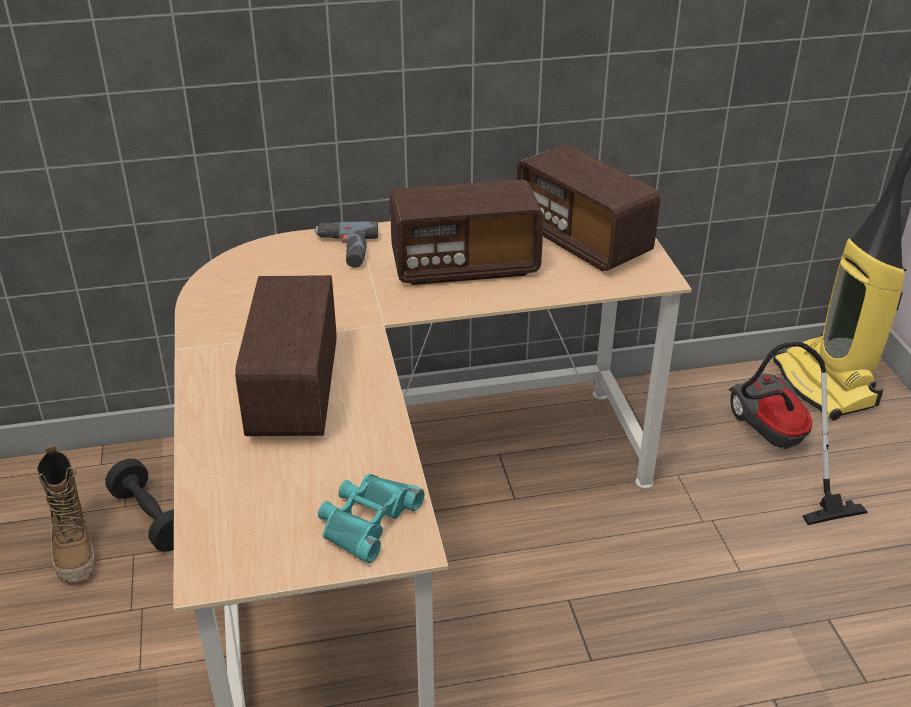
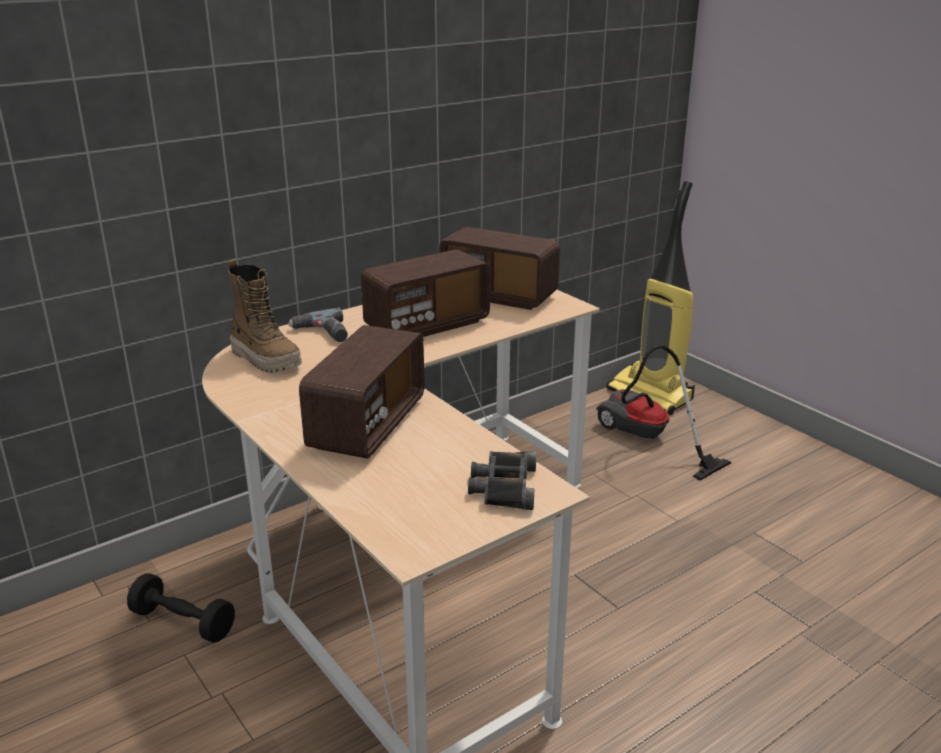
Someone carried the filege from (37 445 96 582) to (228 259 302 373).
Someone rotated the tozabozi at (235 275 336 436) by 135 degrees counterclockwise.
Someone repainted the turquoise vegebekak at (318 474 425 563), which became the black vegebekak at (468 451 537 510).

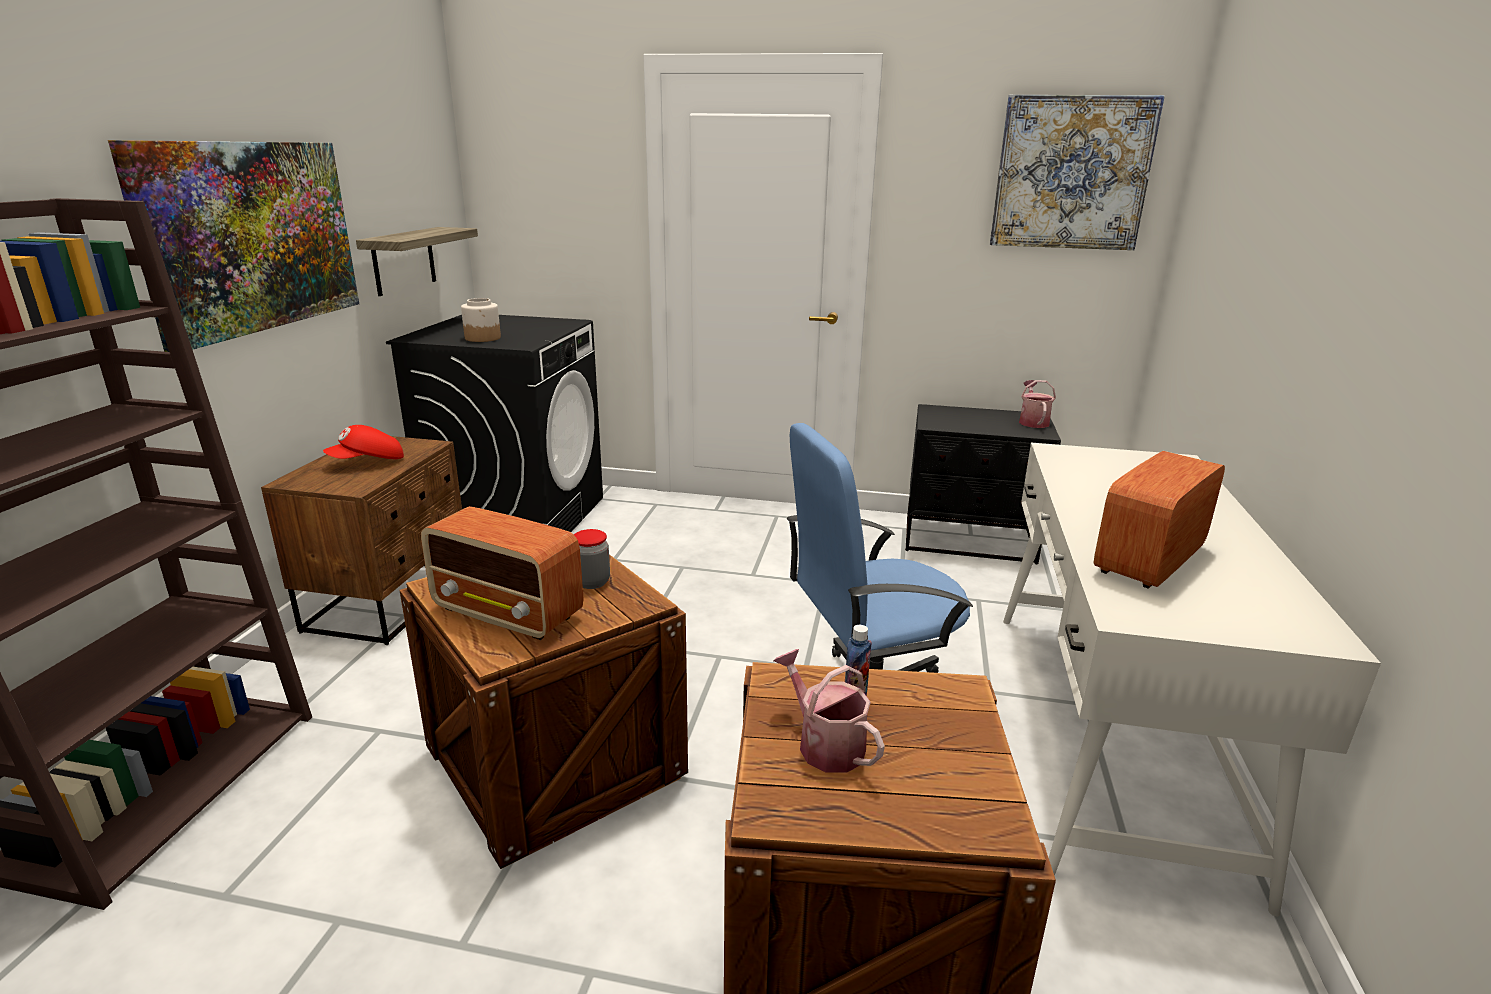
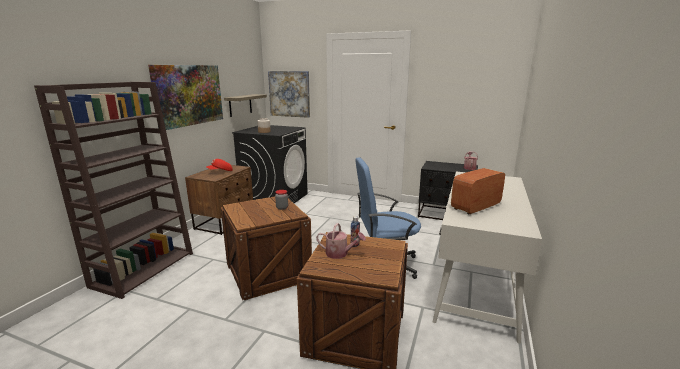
Someone carried the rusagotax from (990 94 1165 250) to (268 71 310 118).
Someone rotated the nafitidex at (774 649 885 773) by 135 degrees clockwise.
Someone took away the tozabozi at (421 506 583 640).

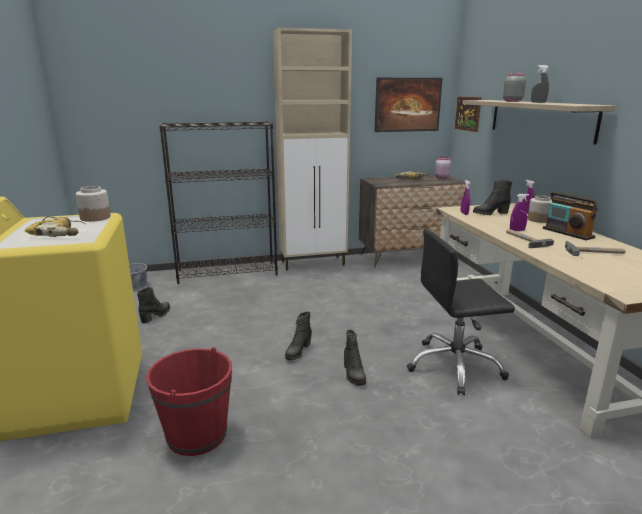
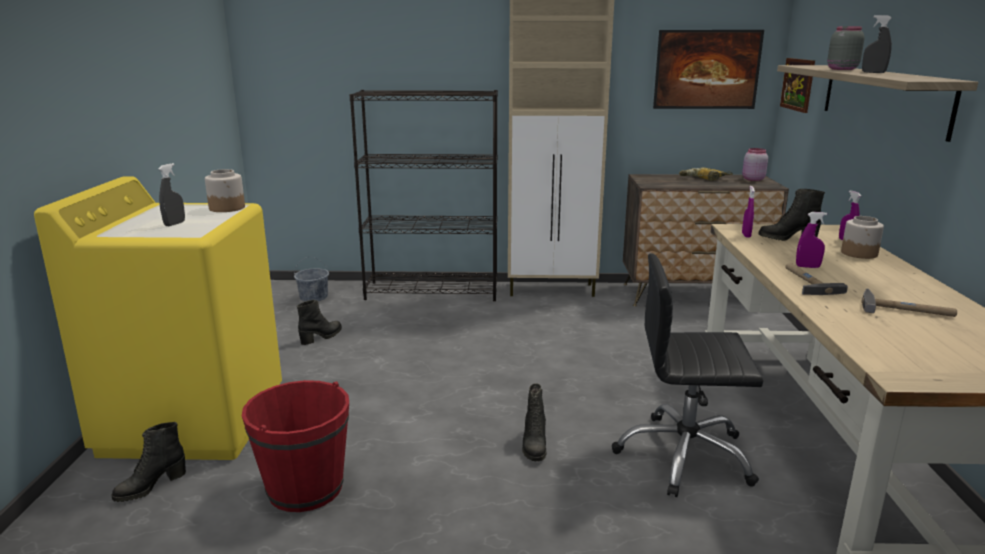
Someone carried the black filege from (285 312 312 360) to (111 422 186 502).
Someone swapped the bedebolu at (25 216 86 237) for the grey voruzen at (158 163 185 226).
Someone took away the tozabozi at (543 192 598 240).

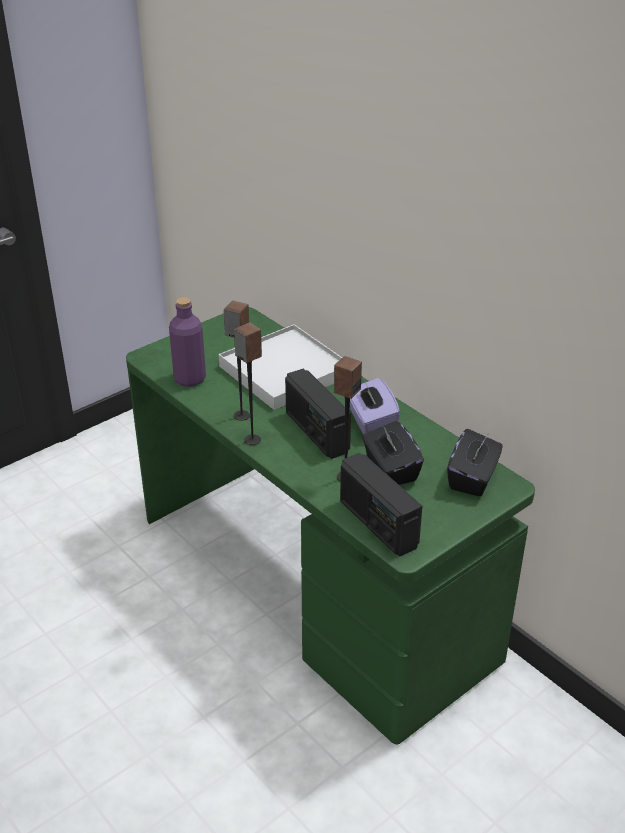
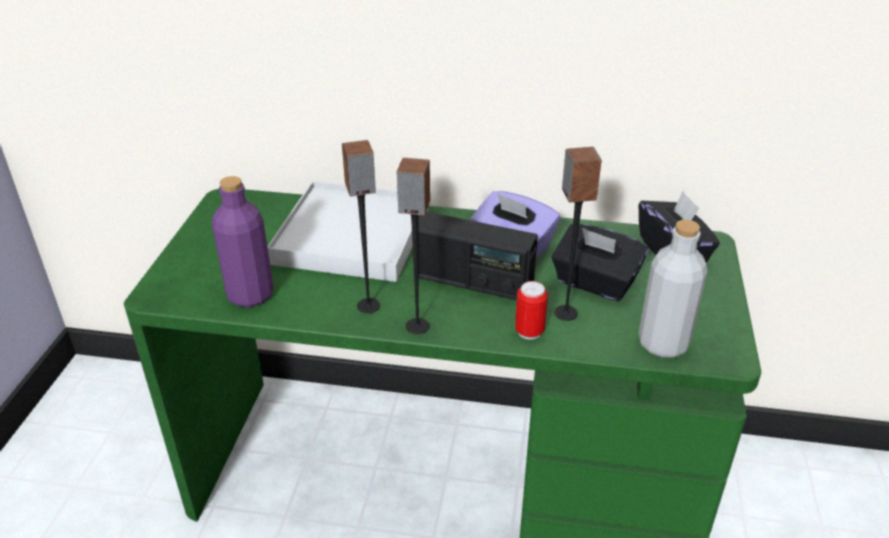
Someone put down the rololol at (515 281 548 340).
Someone swapped the tozabozi at (340 453 422 556) for the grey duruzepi at (638 220 708 358).

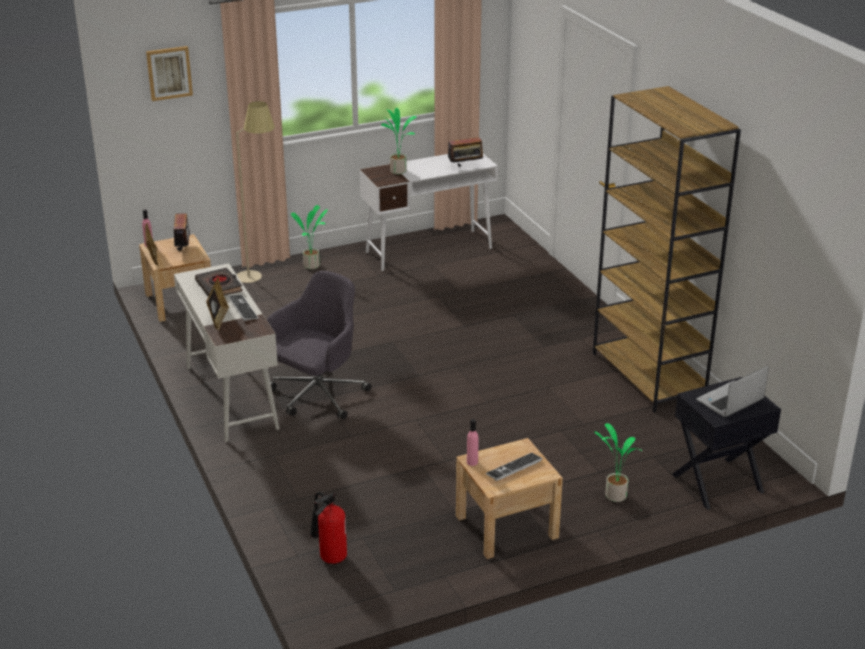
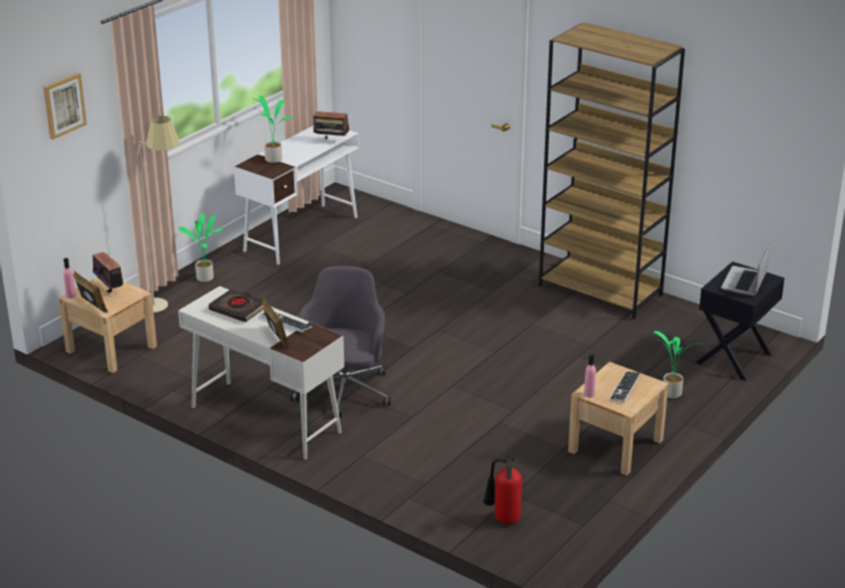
Someone rotated the tozabozi at (448 137 483 167) by 60 degrees clockwise.

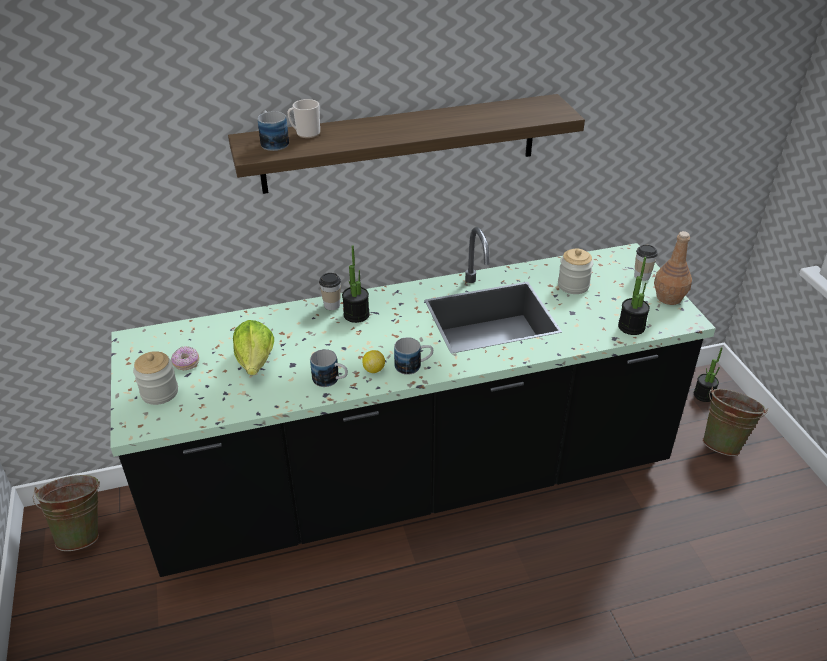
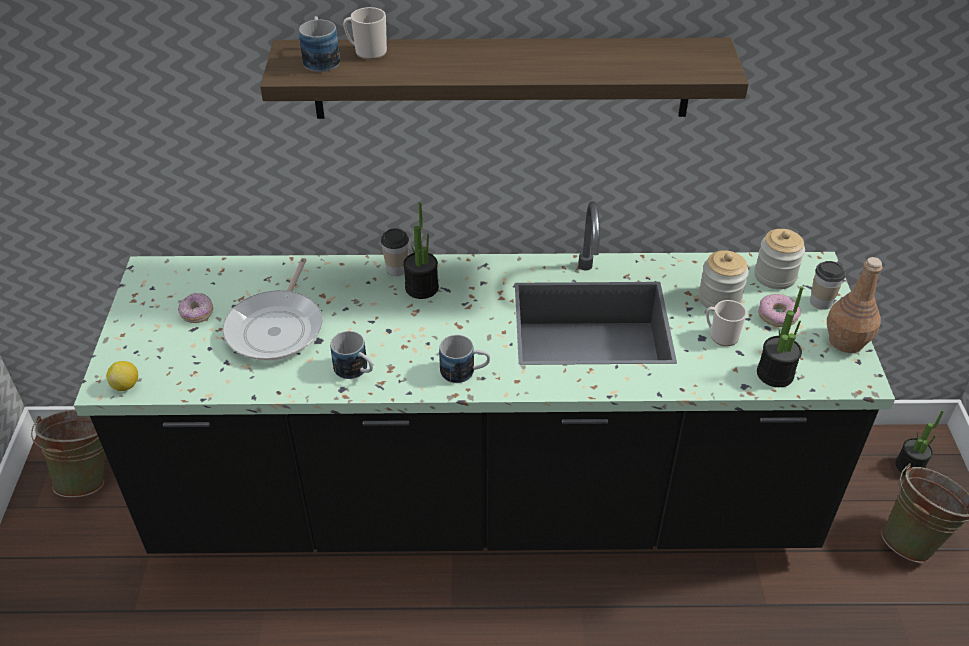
Someone carried the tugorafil from (362 350 385 373) to (106 361 138 391).
Someone swapped the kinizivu at (233 320 274 375) for the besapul at (222 258 323 361).
Someone put down the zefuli at (706 300 747 346).
Someone carried the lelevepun from (133 351 178 405) to (754 229 805 289).
Someone put down the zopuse at (758 294 801 327).

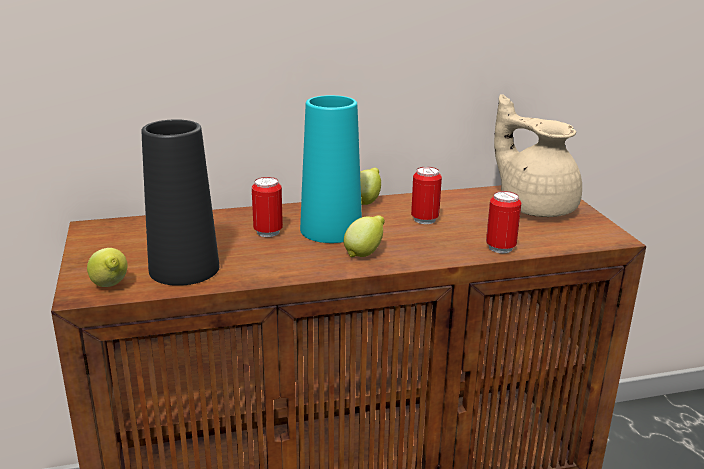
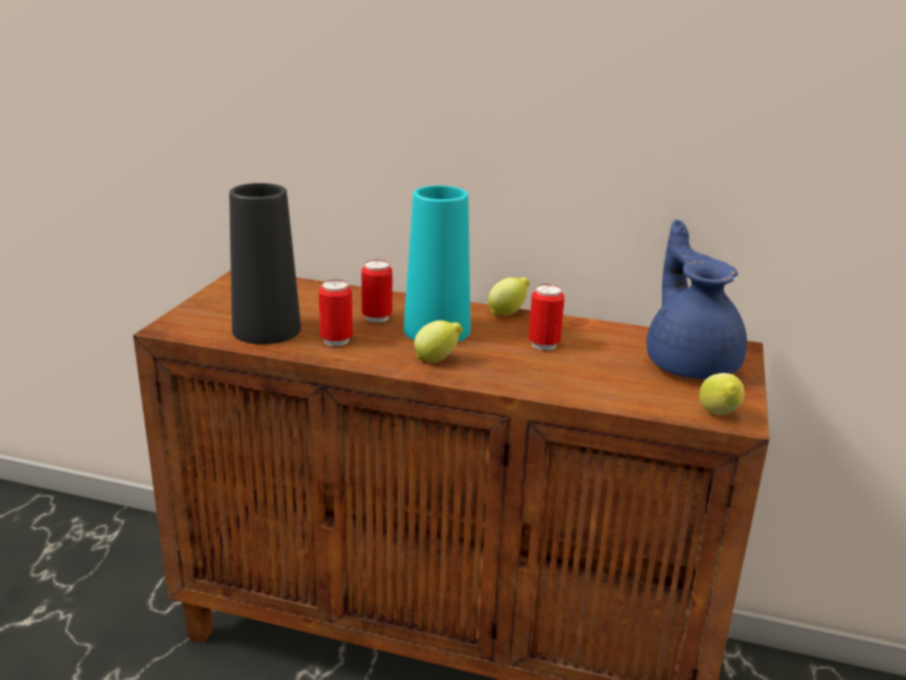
Someone carried the rololol from (486 191 521 253) to (319 279 353 346).
Someone repainted the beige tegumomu at (494 94 582 217), which became the blue tegumomu at (647 220 747 379).
Someone carried the tugorafil from (87 248 128 287) to (699 373 745 415).

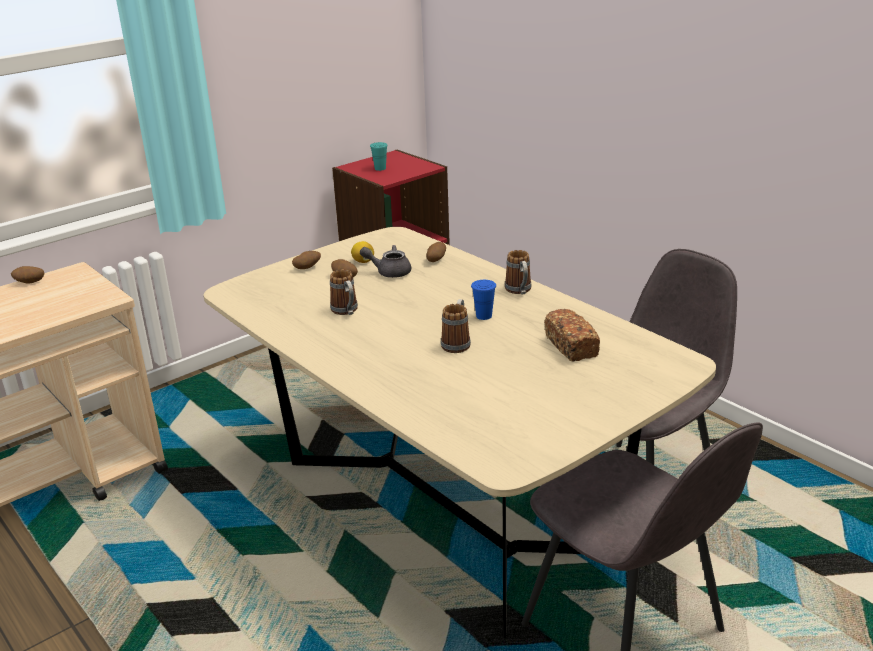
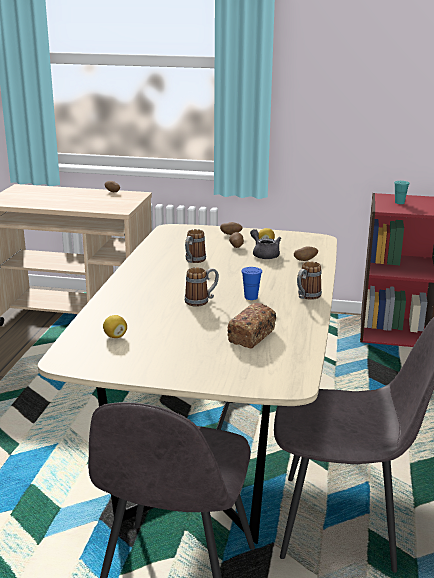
Someone put down the tugorafil at (103 315 127 338).

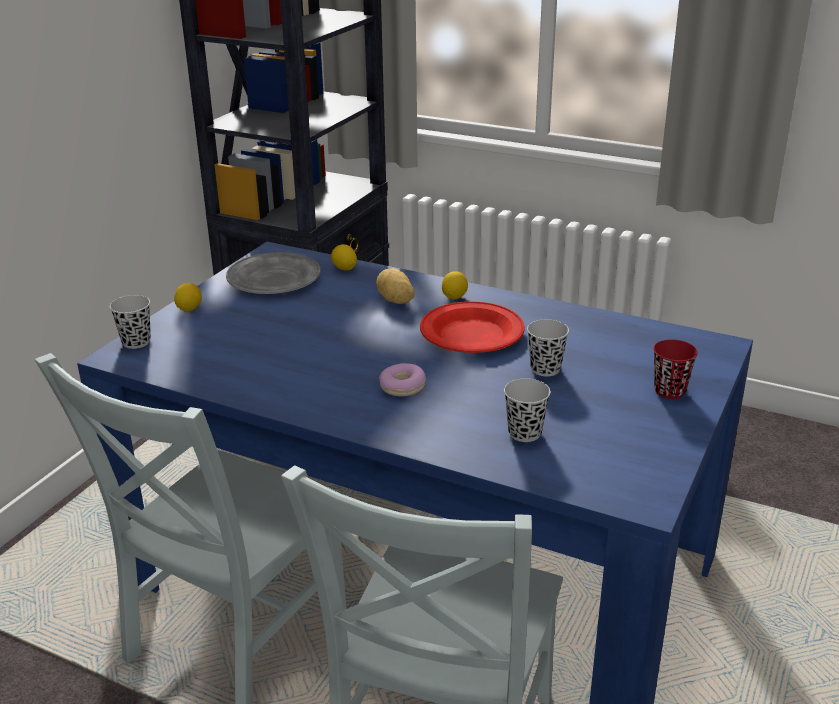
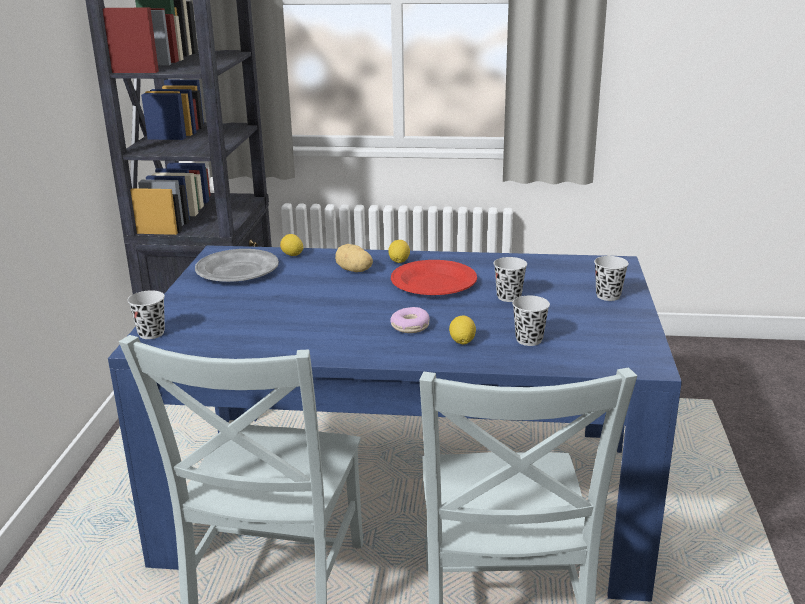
Someone carried the tugorafil from (174 283 202 312) to (449 316 476 344).
Someone repainted the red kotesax at (653 340 698 399), which became the black kotesax at (594 256 629 301).

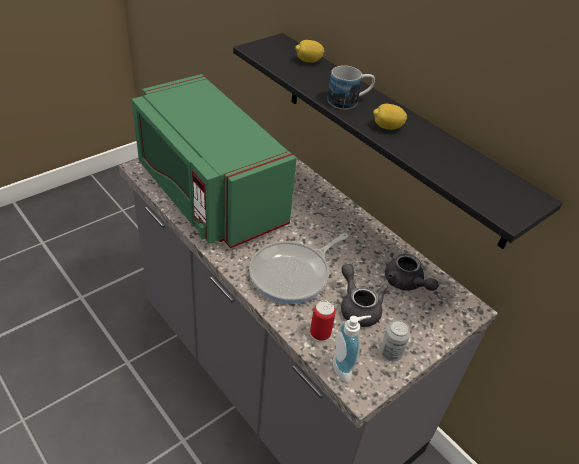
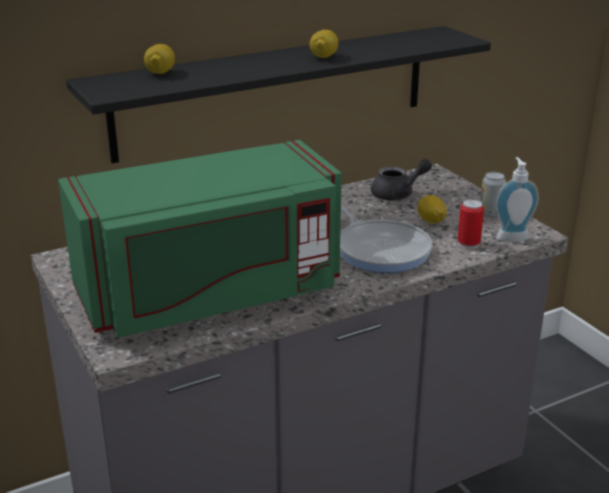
Someone swapped the grey tegumomu at (341 264 388 327) for the tugorafil at (418 195 447 224).
Someone took away the zefuli at (327 65 375 110).

